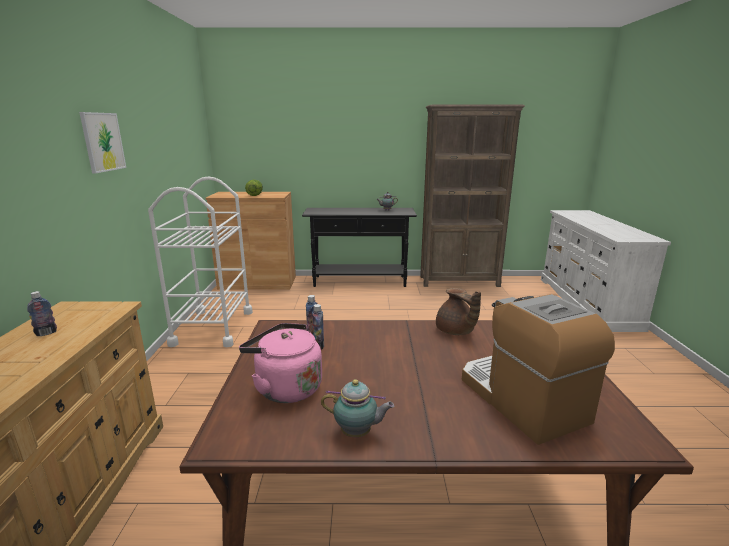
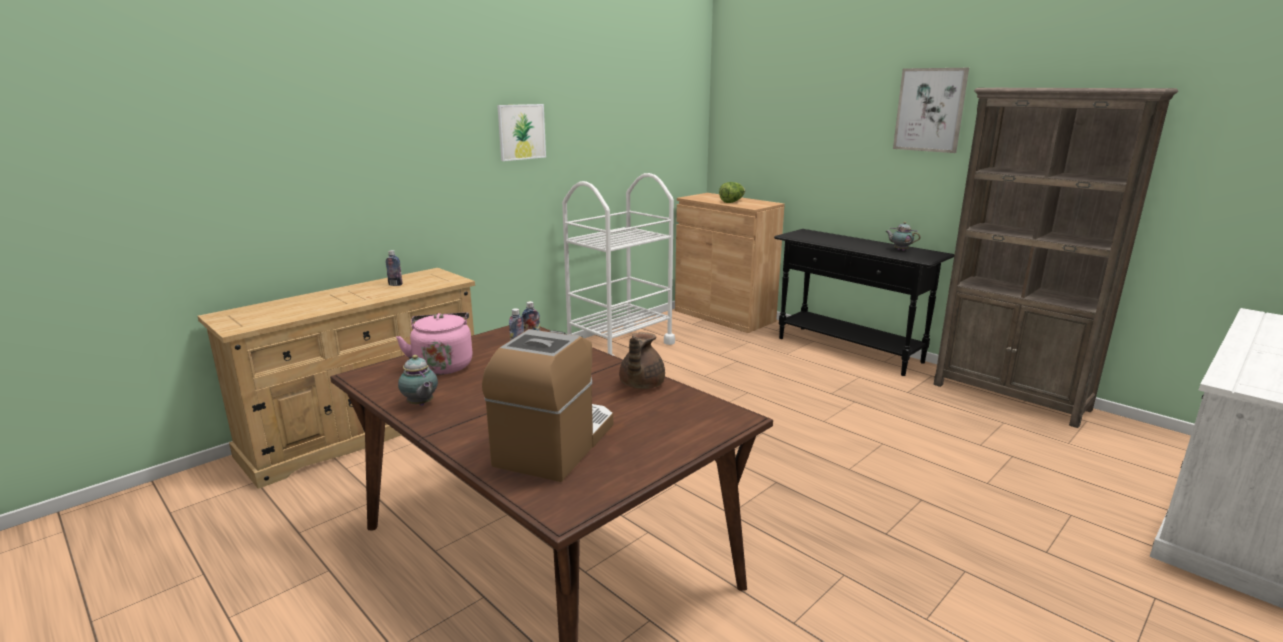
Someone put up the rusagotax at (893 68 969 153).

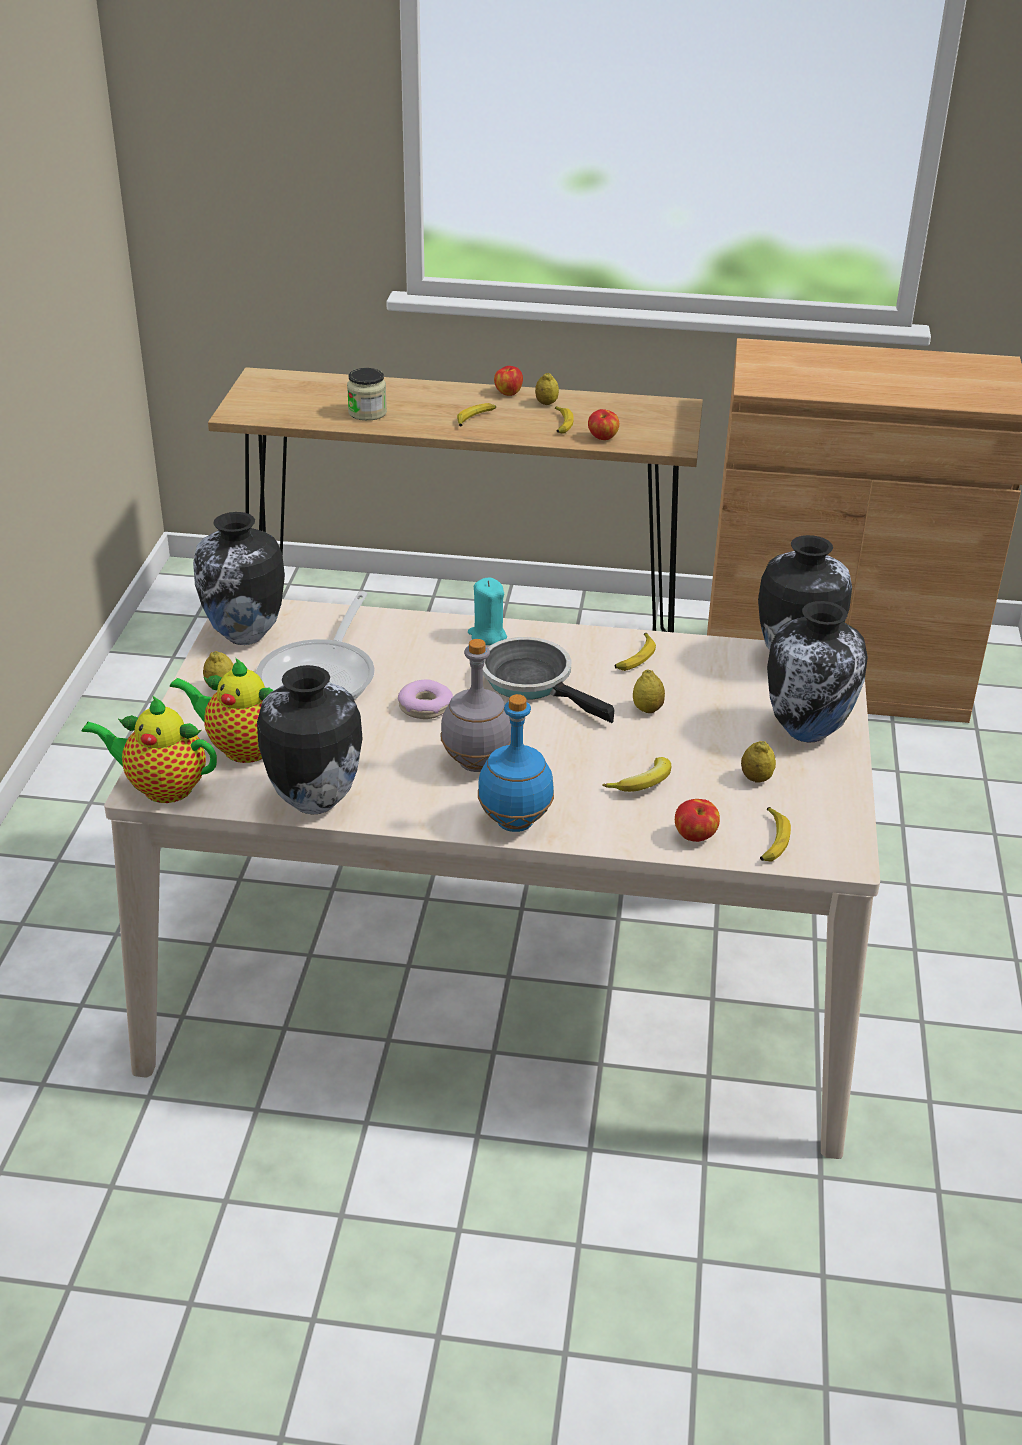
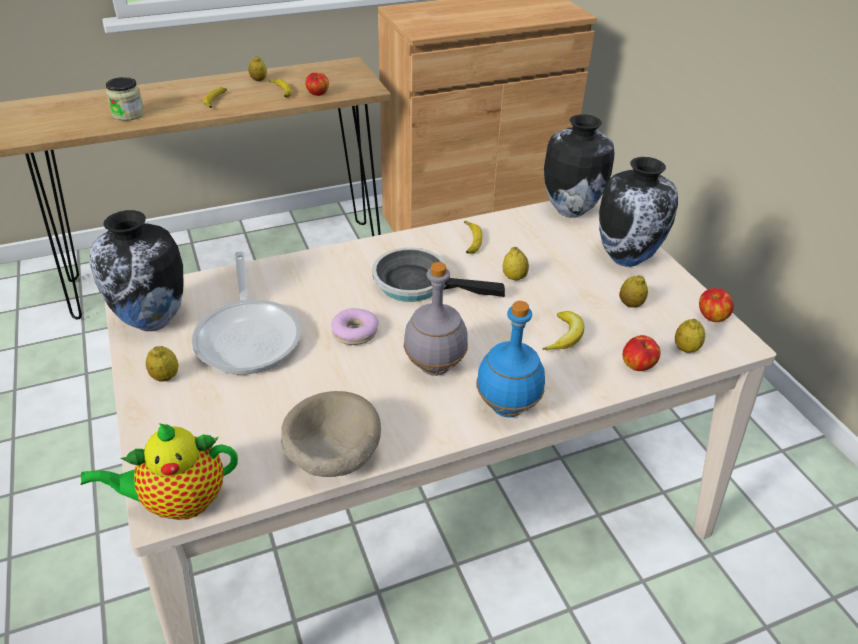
Someone swapped the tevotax at (257 665 363 815) for the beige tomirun at (281 391 381 477).
Someone swapped the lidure at (760 807 791 862) for the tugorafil at (675 319 705 353).
Someone carried the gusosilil from (494 366 523 396) to (699 288 734 322).
Someone took away the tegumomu at (170 657 273 763).
Someone took away the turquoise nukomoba at (468 578 507 645).

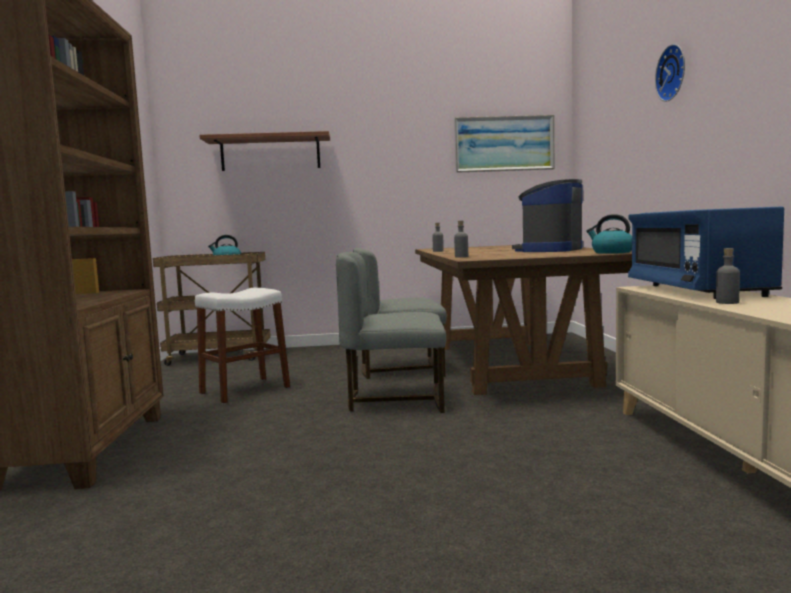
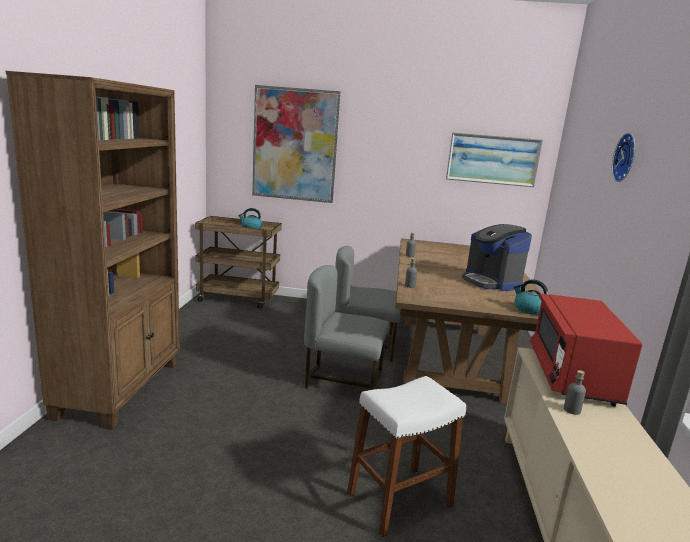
Someone swapped the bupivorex at (199 131 330 171) for the rusagotax at (252 85 341 203).
Someone carried the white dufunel from (195 288 290 404) to (347 376 466 537).
Someone rotated the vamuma at (512 179 583 252) by 75 degrees counterclockwise.
Someone repainted the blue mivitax at (628 206 784 299), which became the red mivitax at (530 293 642 406).

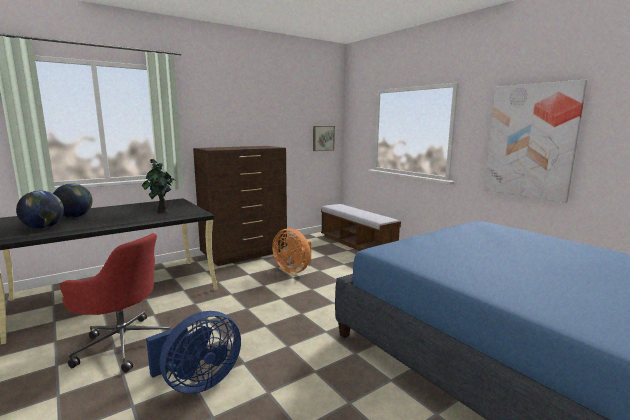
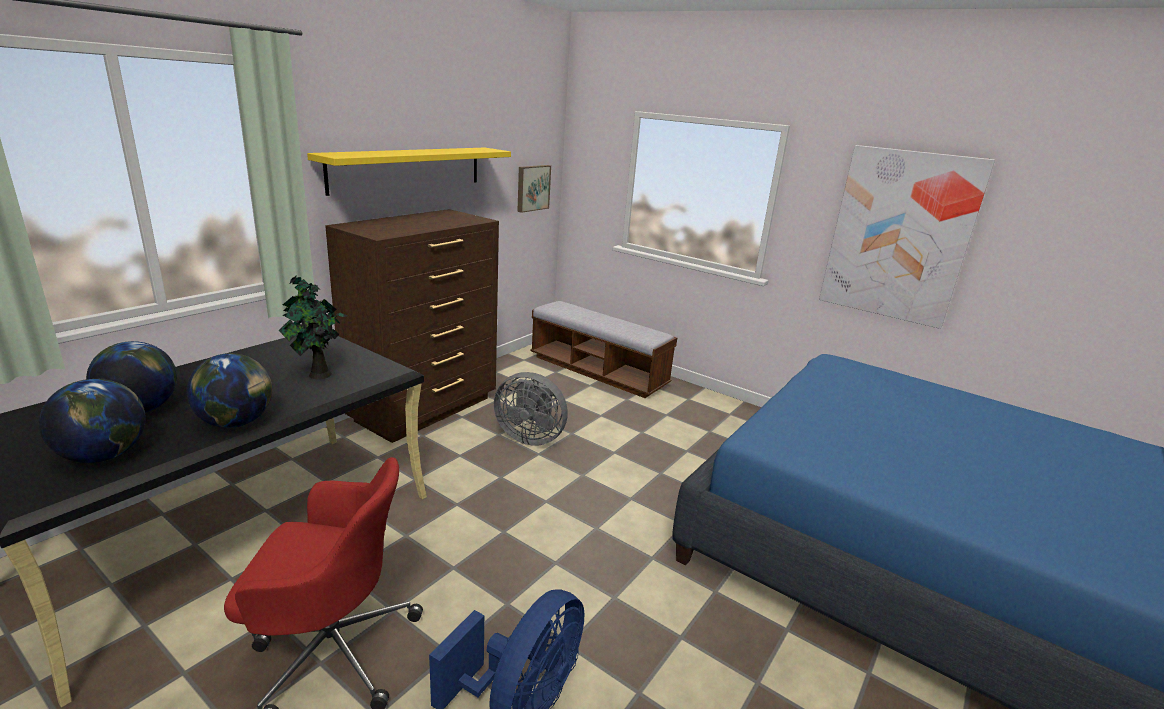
Someone put down the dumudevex at (187 353 272 428).
Someone put up the yellow bupivorex at (307 148 511 196).
Someone repainted the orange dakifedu at (272 228 311 273), which became the grey dakifedu at (494 372 568 446).

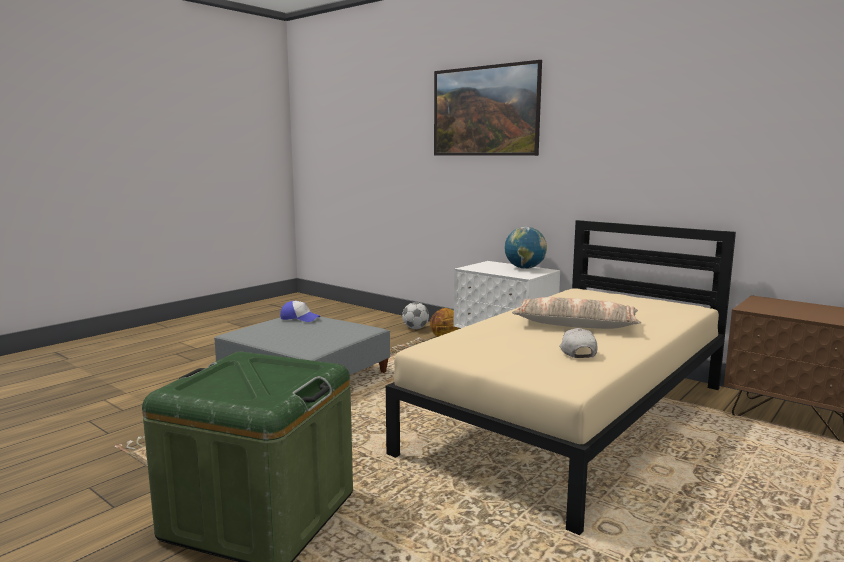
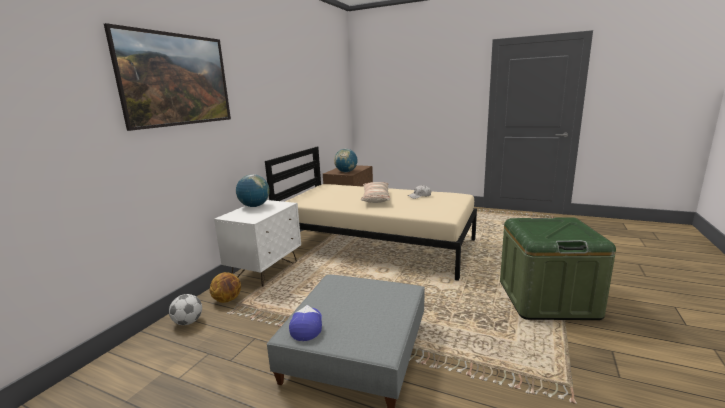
Someone put down the dumudevex at (334 149 357 172).

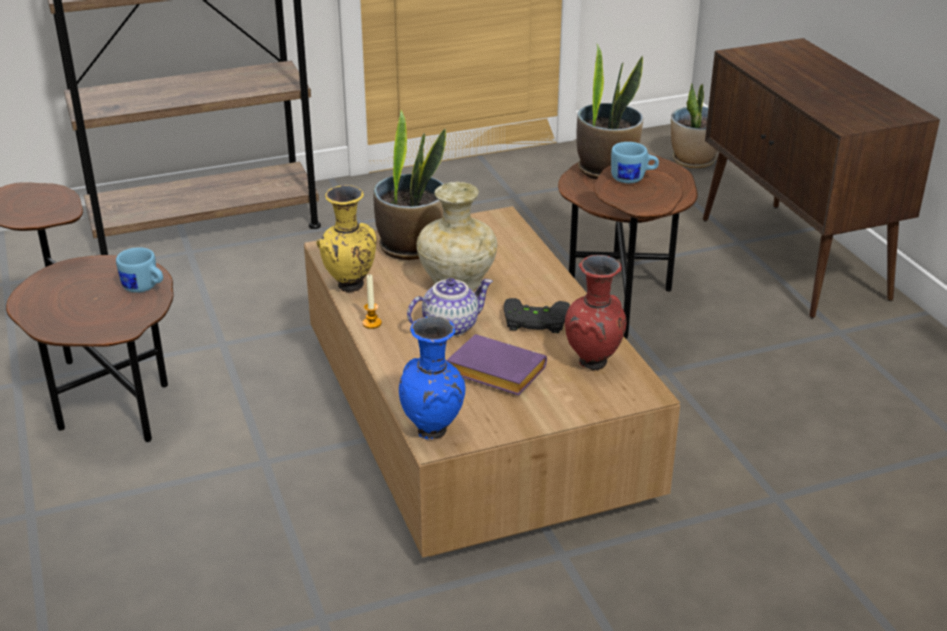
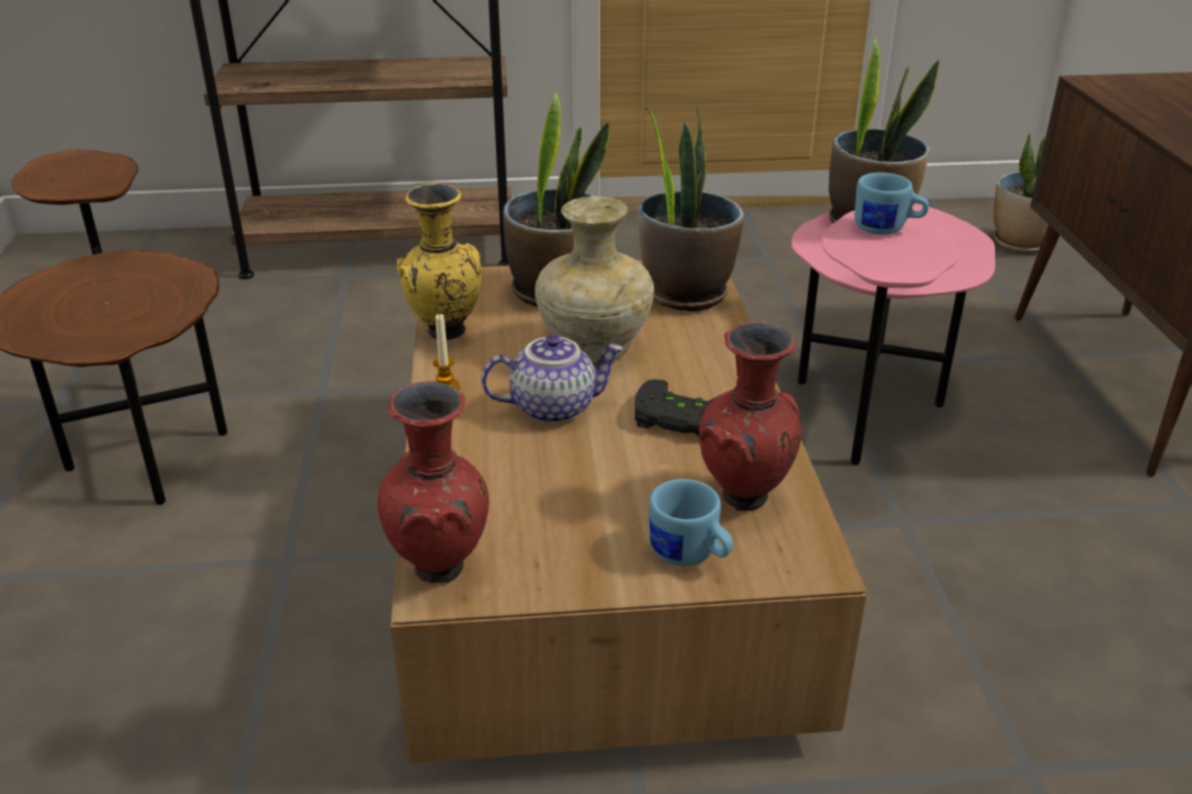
Someone repainted the blue tevotax at (399 316 465 439), which became the red tevotax at (378 381 489 584).
Someone put down the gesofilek at (638 104 744 311).
Someone carried the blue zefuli from (116 247 163 293) to (649 479 733 566).
Someone repainted the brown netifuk at (558 153 698 339), which became the pink netifuk at (791 203 995 465).
Someone took away the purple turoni at (446 334 547 395).

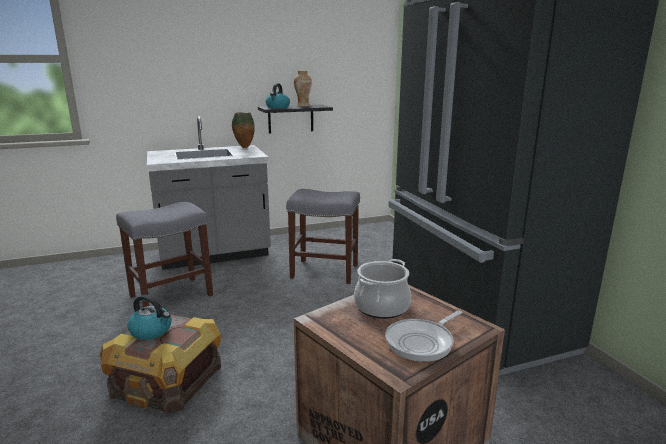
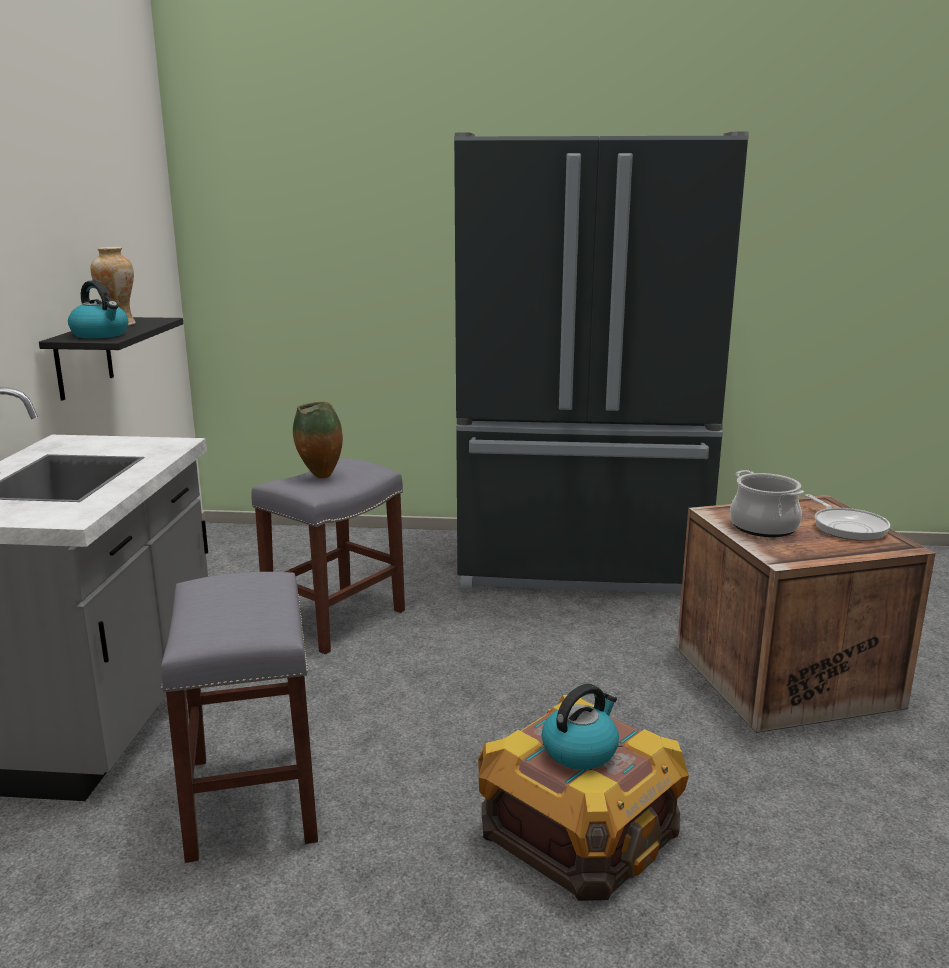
Someone carried the tevotax from (232 112 255 148) to (293 402 343 479).

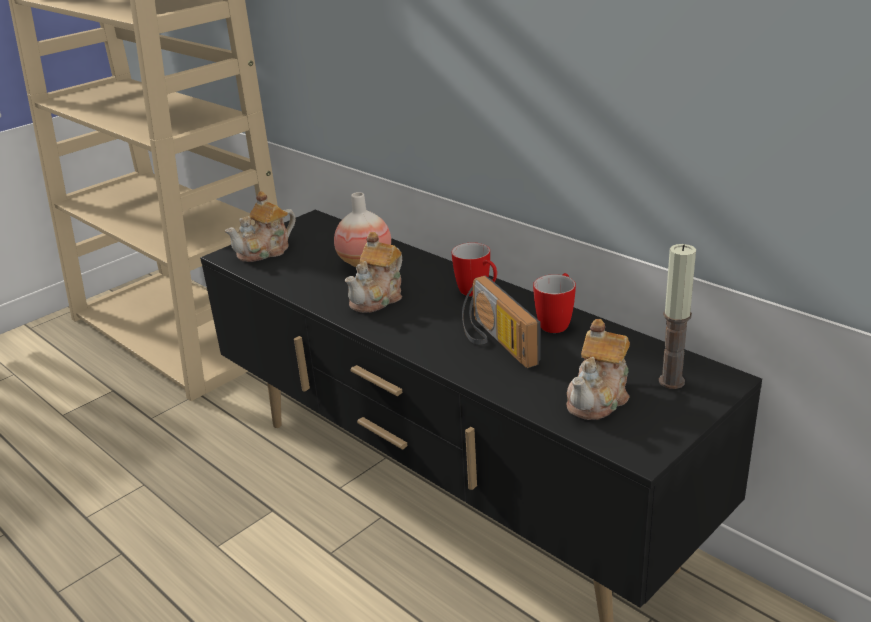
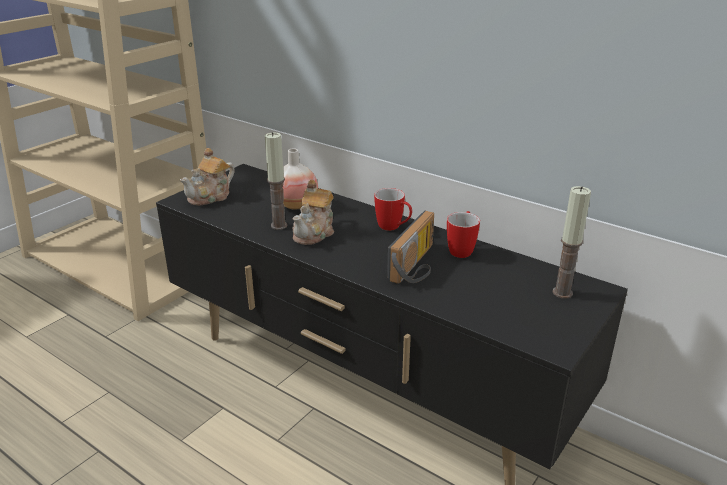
Someone put down the nukomoba at (265 132 288 230).
Someone rotated the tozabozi at (462 275 540 368) by 120 degrees counterclockwise.
Someone took away the tegumomu at (567 319 630 420).

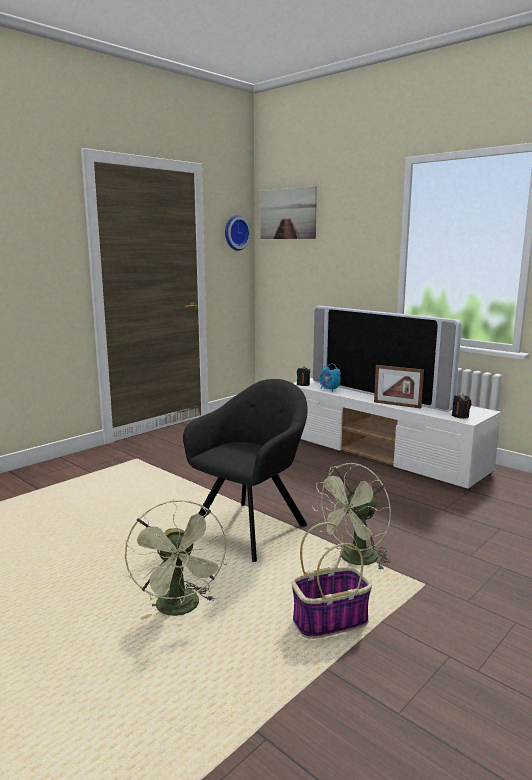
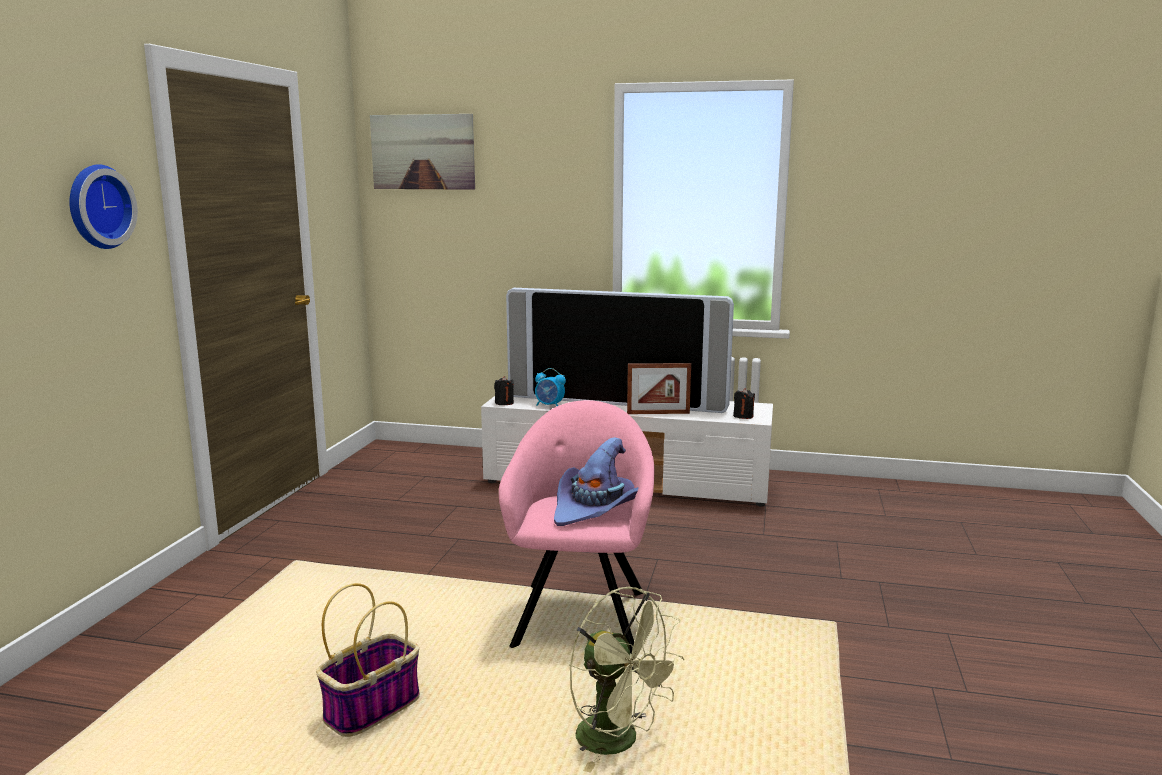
Someone carried the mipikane from (225 215 251 251) to (69 164 138 249).
Someone carried the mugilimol from (292 522 372 639) to (316 583 420 737).
Someone repainted the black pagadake at (183 379 308 562), which became the pink pagadake at (499 400 654 654).
Someone put down the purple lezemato at (554 437 639 526).
Someone took away the green dakifedu at (312 463 391 571).

